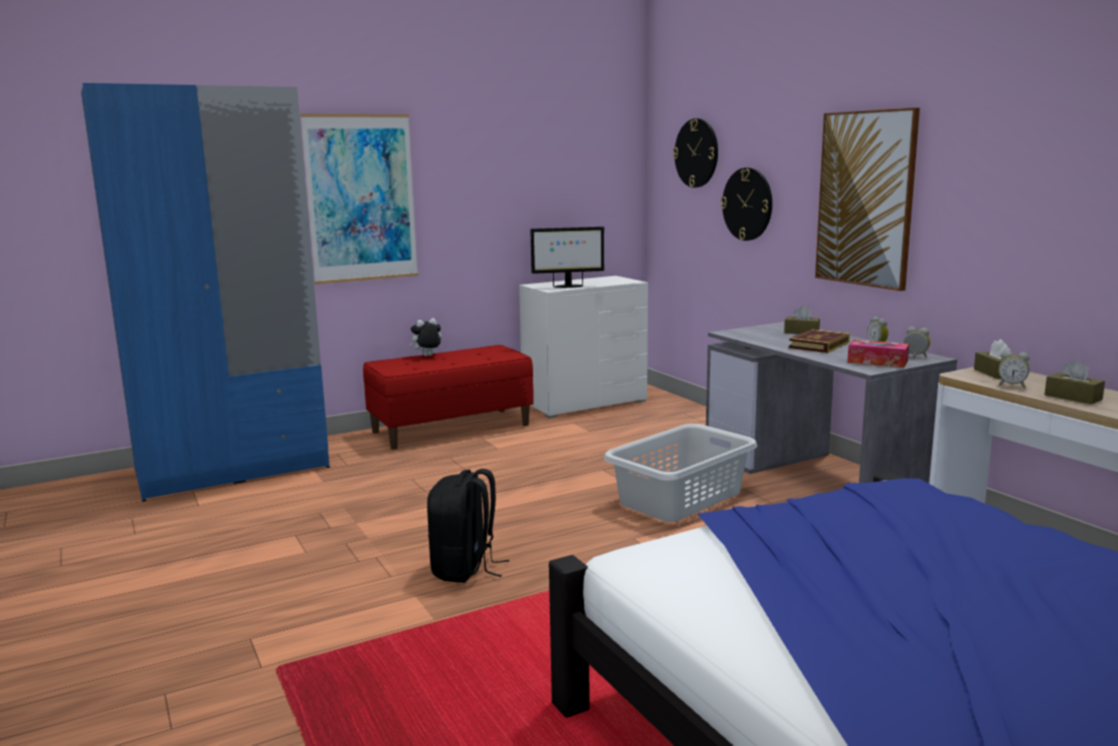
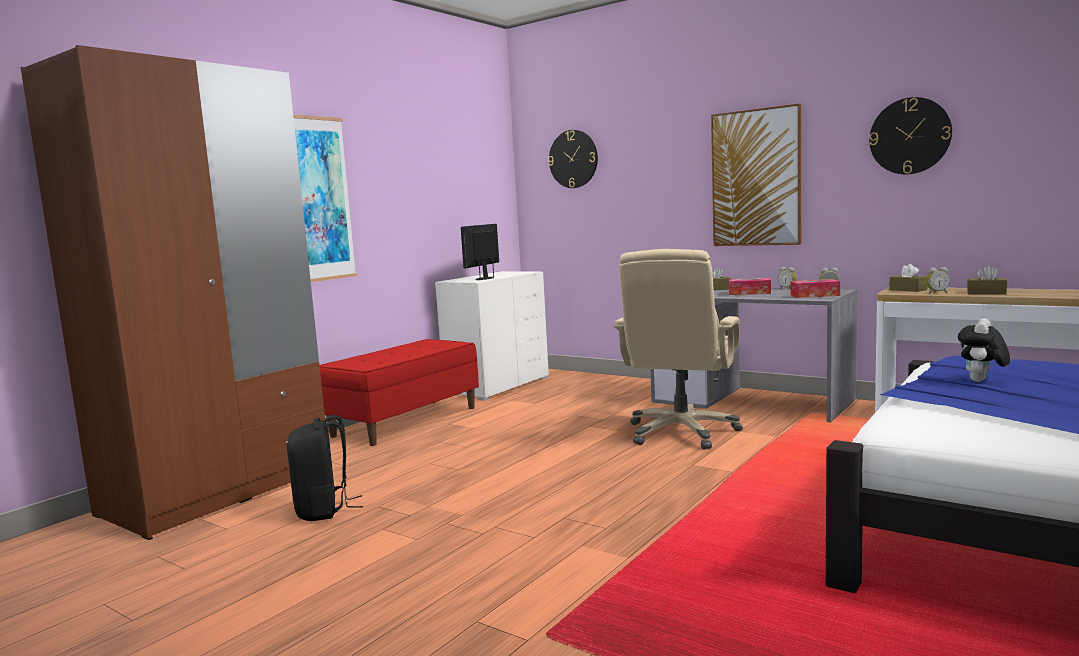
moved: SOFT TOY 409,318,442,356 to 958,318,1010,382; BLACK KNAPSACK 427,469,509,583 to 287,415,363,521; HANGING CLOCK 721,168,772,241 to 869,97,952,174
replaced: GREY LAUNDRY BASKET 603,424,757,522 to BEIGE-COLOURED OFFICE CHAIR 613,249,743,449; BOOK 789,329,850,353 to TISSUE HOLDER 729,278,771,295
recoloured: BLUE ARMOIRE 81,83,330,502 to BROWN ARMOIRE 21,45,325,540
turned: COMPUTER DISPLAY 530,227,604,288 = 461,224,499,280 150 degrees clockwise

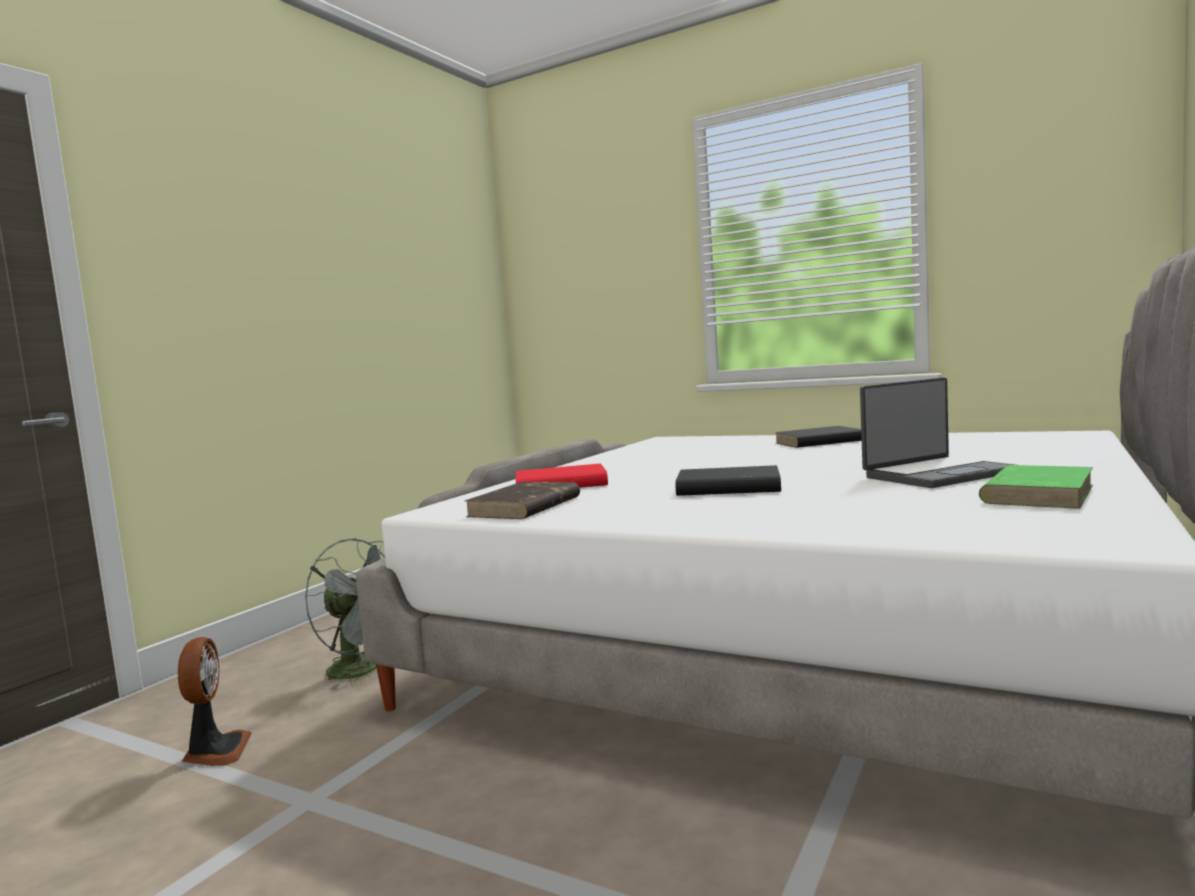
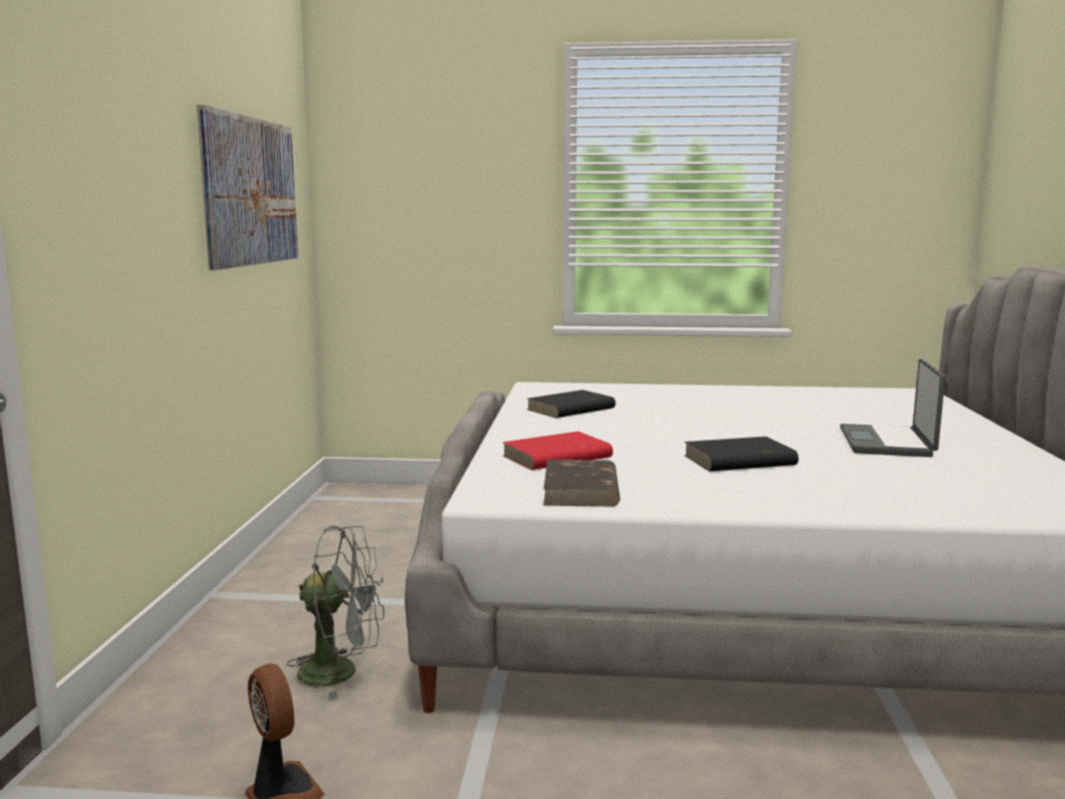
removed: GREEN-COLOURED BOOK 979,465,1093,509
added: WALL PICTURE 197,105,298,270
moved: BLACK BOOK 774,426,862,448 to 527,390,616,418
turned: NOTEBOOK COMPUTER 860,377,1016,488 = 840,359,945,457 150 degrees clockwise

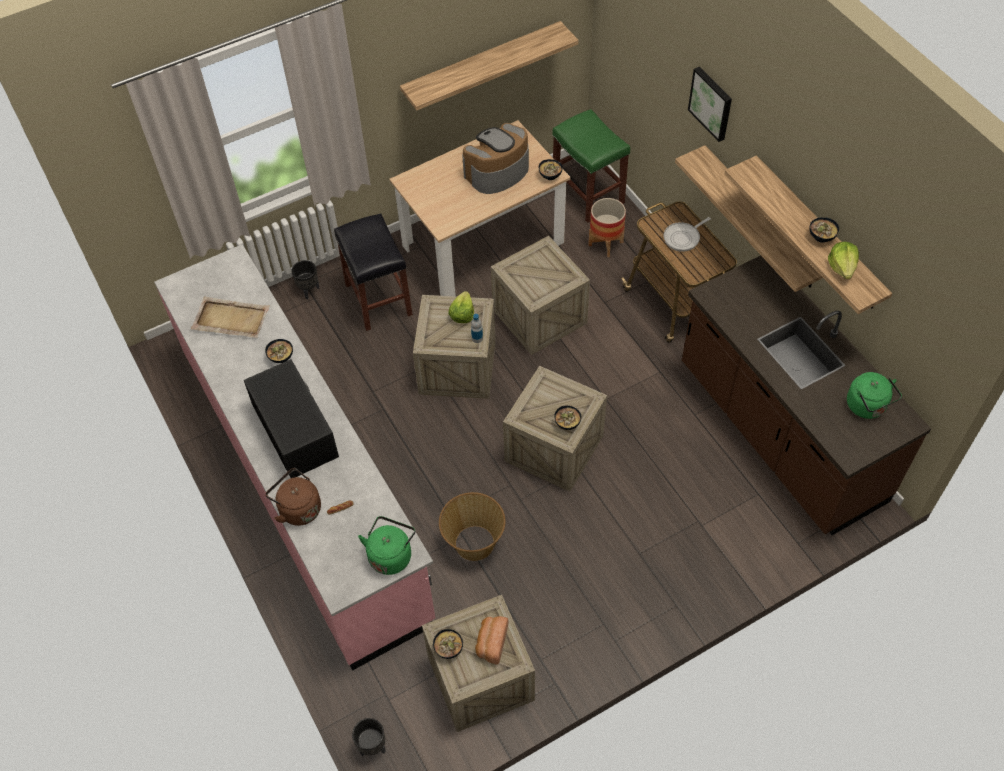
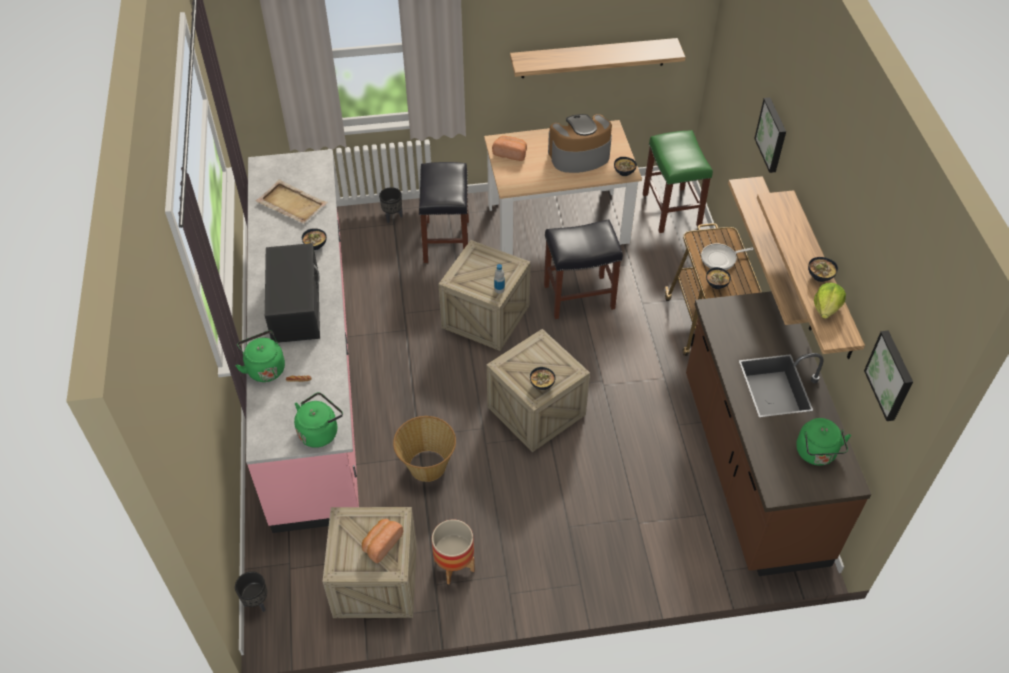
removed: HEAD OF LETTUCE 448,291,474,323
added: BREAD 492,136,527,161; WALL PICTURE 864,330,913,421
moved: DEEP DISH 433,629,463,659 to 706,267,731,289; PLANT POT 588,198,626,257 to 432,519,475,585
replaced: CRATE 491,236,590,355 to BLACK STOOL SEAT 544,219,623,319
recoloured: BROWN TEA KETTLE 265,468,321,526 to GREEN-COLOURED TEA KETTLE 235,330,285,382

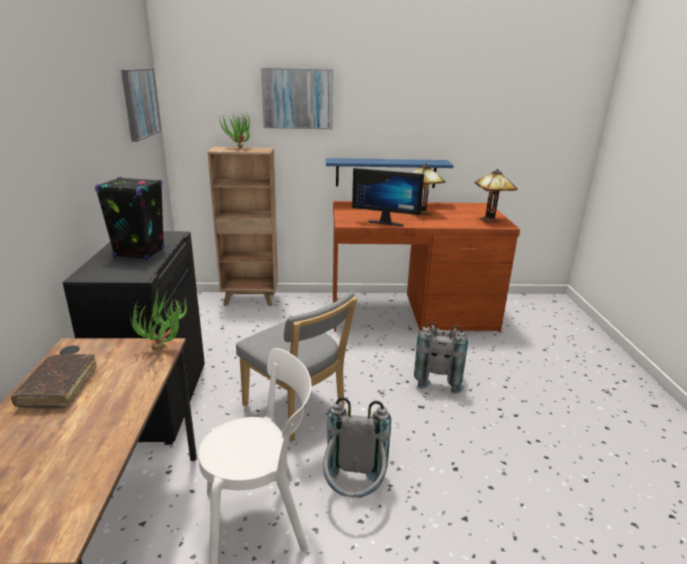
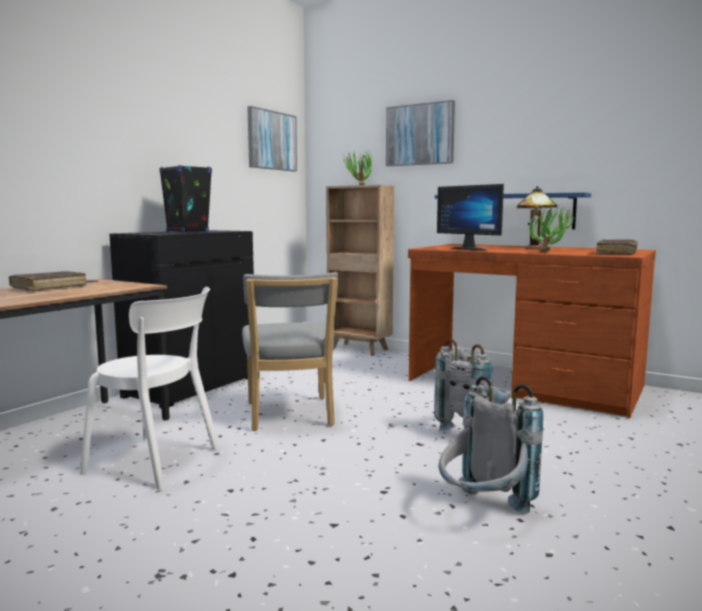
moved: PLANT IN A POT 130,288,187,350 to 528,204,574,252; GREY KNAPSACK 323,397,391,498 to 439,376,544,514
replaced: TABLETOP LAMP 475,169,517,222 to BROWN BOOK 596,239,638,255

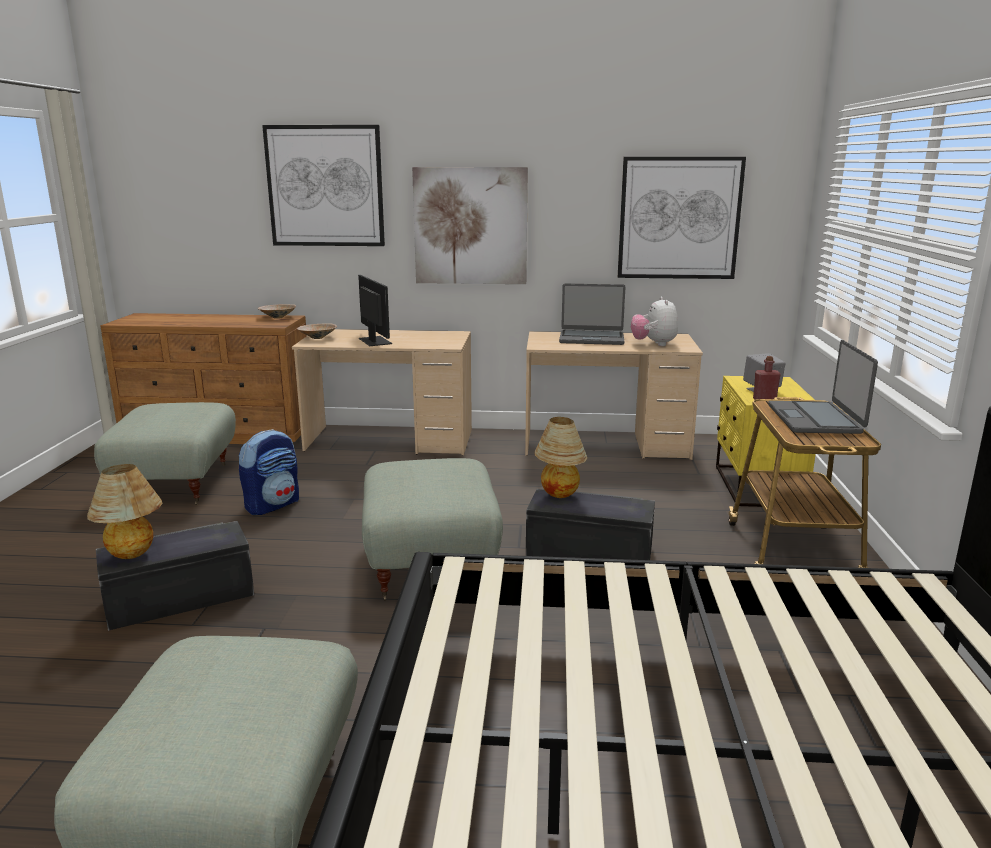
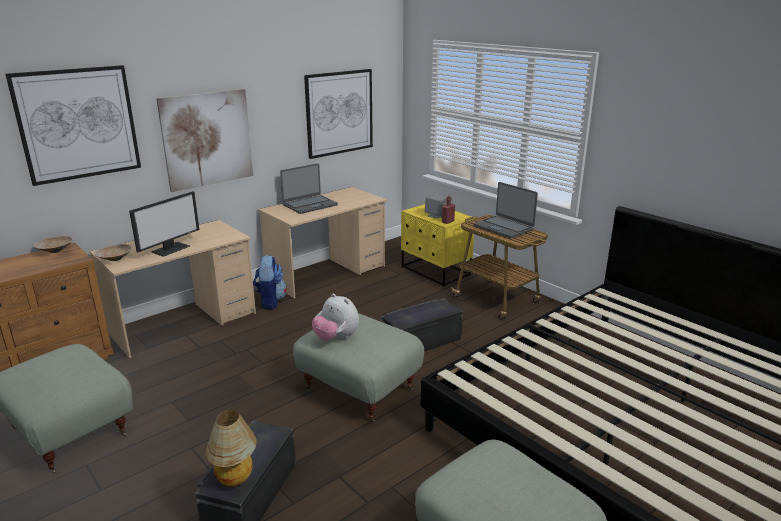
removed: TABLETOP LAMP 535,417,587,498
moved: KNAPSACK 239,429,299,515 to 253,255,287,309; SOFT TOY 631,297,678,346 to 312,293,359,341
turned: COMPUTER DISPLAY 358,275,392,346 = 129,191,199,257 105 degrees clockwise

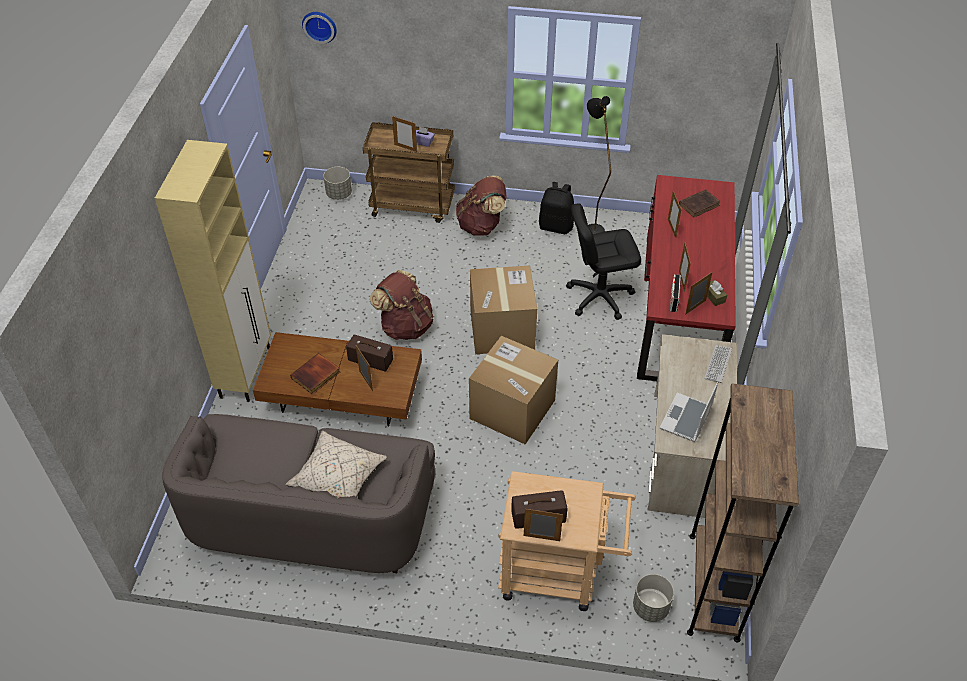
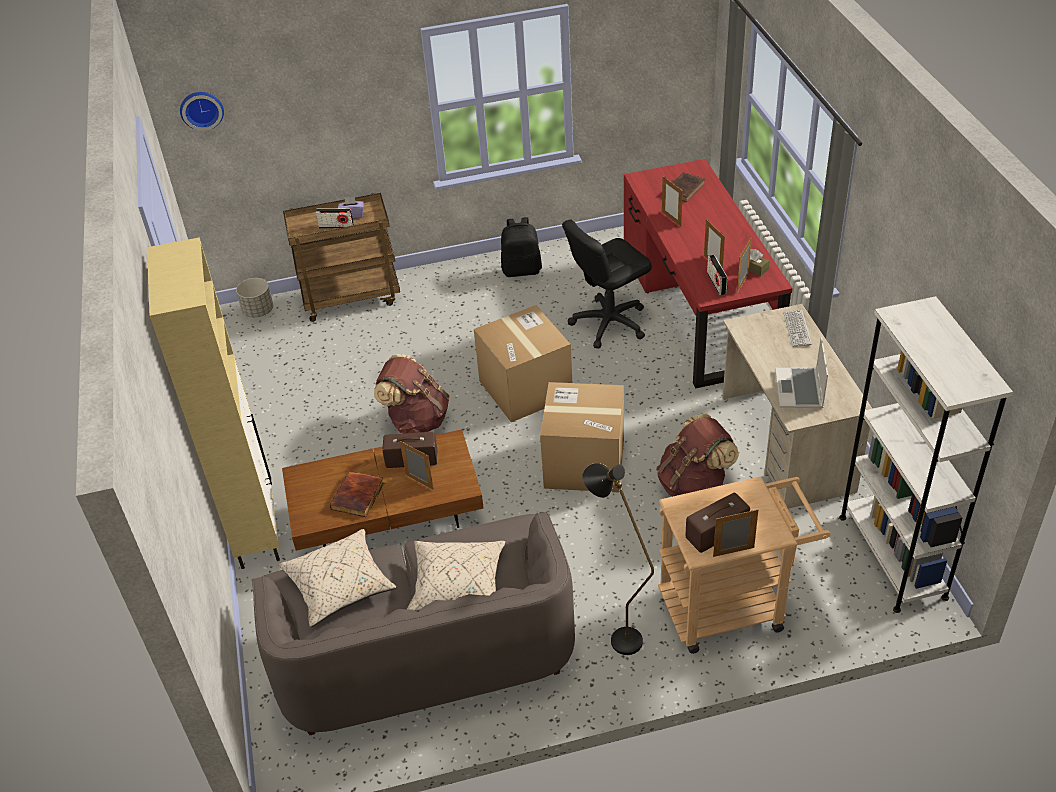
removed: GREY PLANT POT 633,574,674,622
added: BEIGE-COLOURED CUSHION 279,529,396,627
moved: BROWN KNAPSACK 456,175,507,236 to 656,414,739,497; BLACK FLOOR LAMP 587,96,611,234 to 582,463,654,655
replaced: PICTURE FRAME 392,116,417,152 to RADIO RECEIVER 315,208,354,229
recoloured: BROWN SHELVING UNIT 687,383,799,642 to WHITE-COLOURED SHELVING UNIT 839,296,1013,613

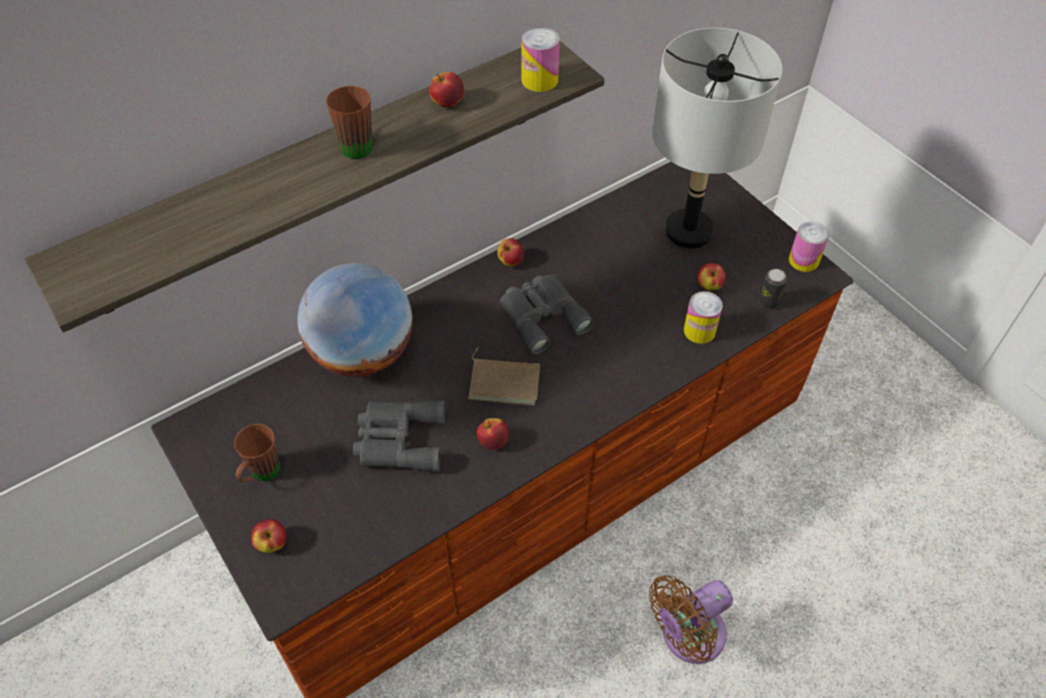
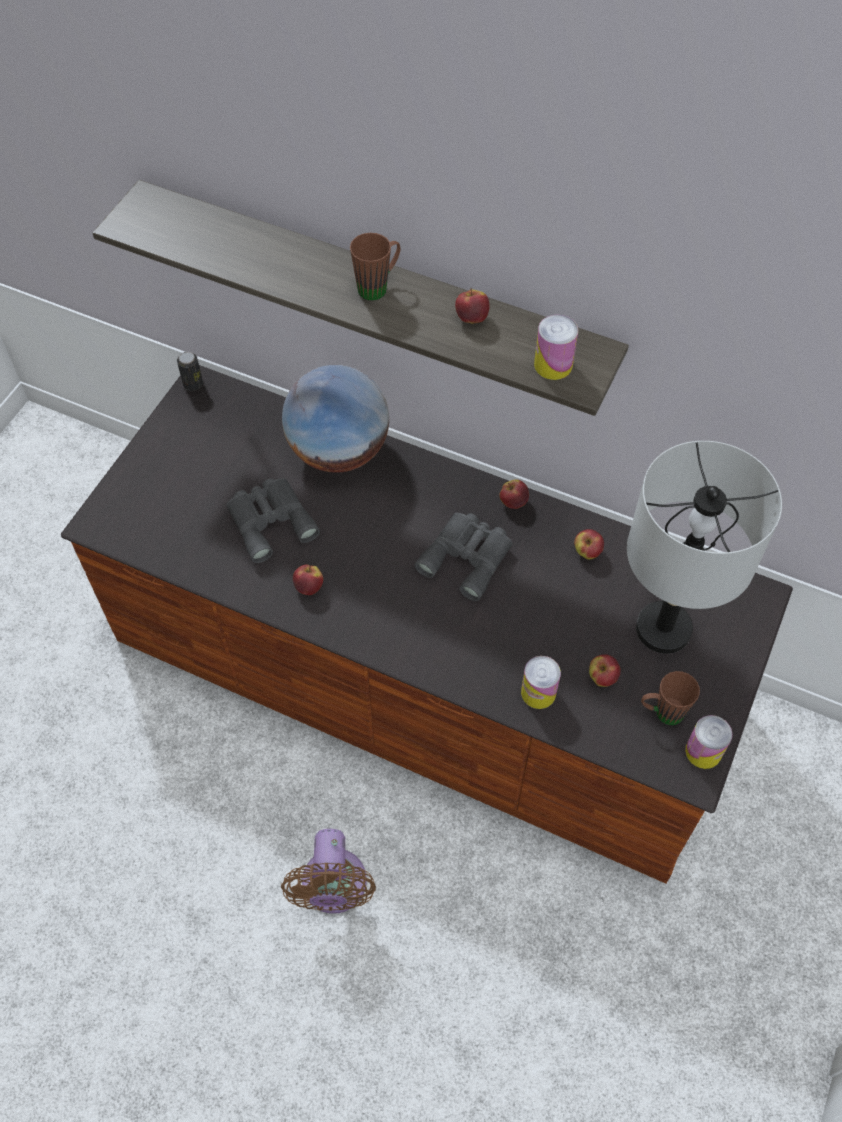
removed: BROWN BOOK 468,347,540,406
moved: BROWN MUG 234,424,281,482 to 641,671,700,725; APPLE FRUIT 251,519,286,553 to 574,529,604,560; SEALED CAN 758,269,787,309 to 177,352,203,391
turned: BROWN FAN 649,575,733,664 = 281,829,376,913 120 degrees counterclockwise

